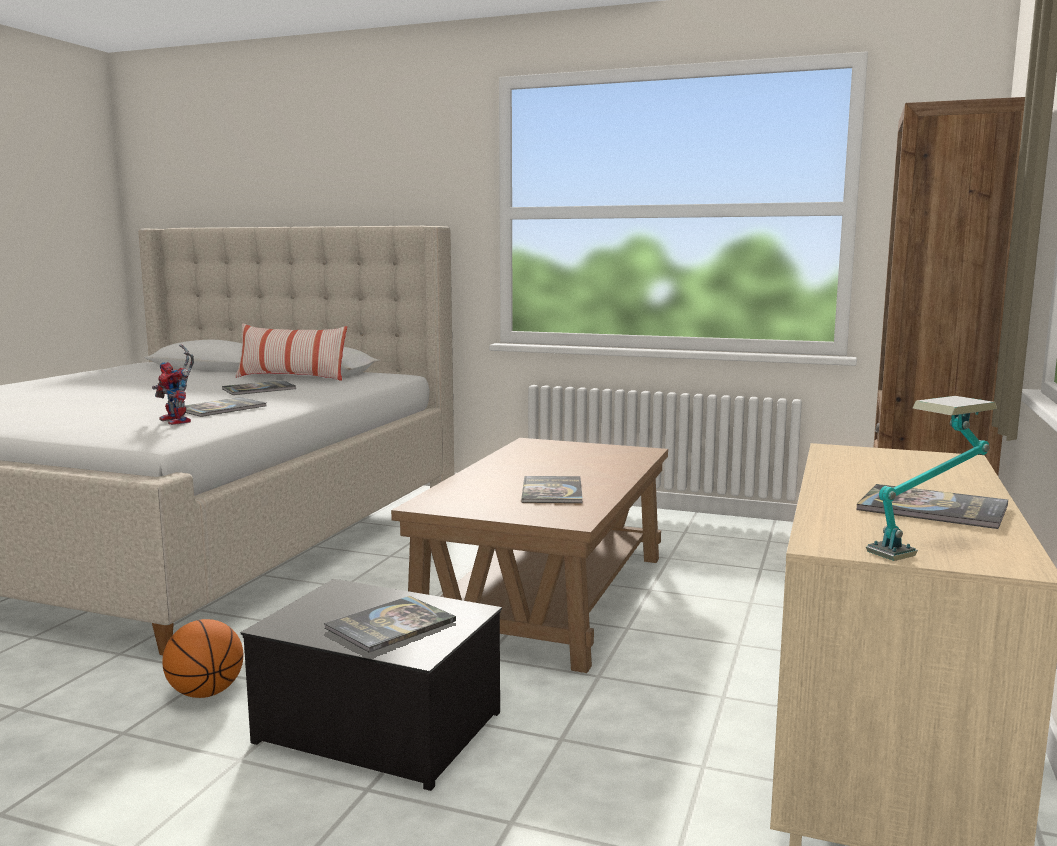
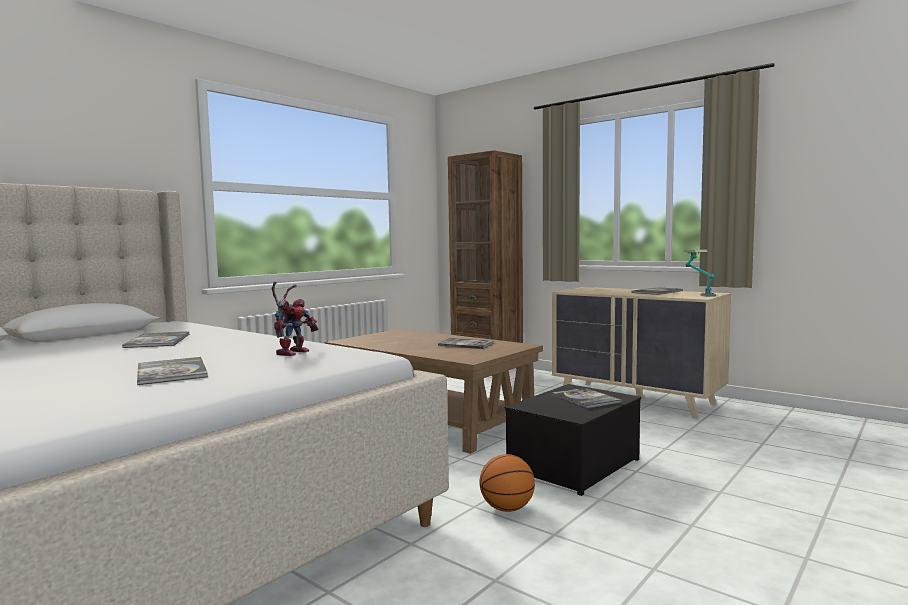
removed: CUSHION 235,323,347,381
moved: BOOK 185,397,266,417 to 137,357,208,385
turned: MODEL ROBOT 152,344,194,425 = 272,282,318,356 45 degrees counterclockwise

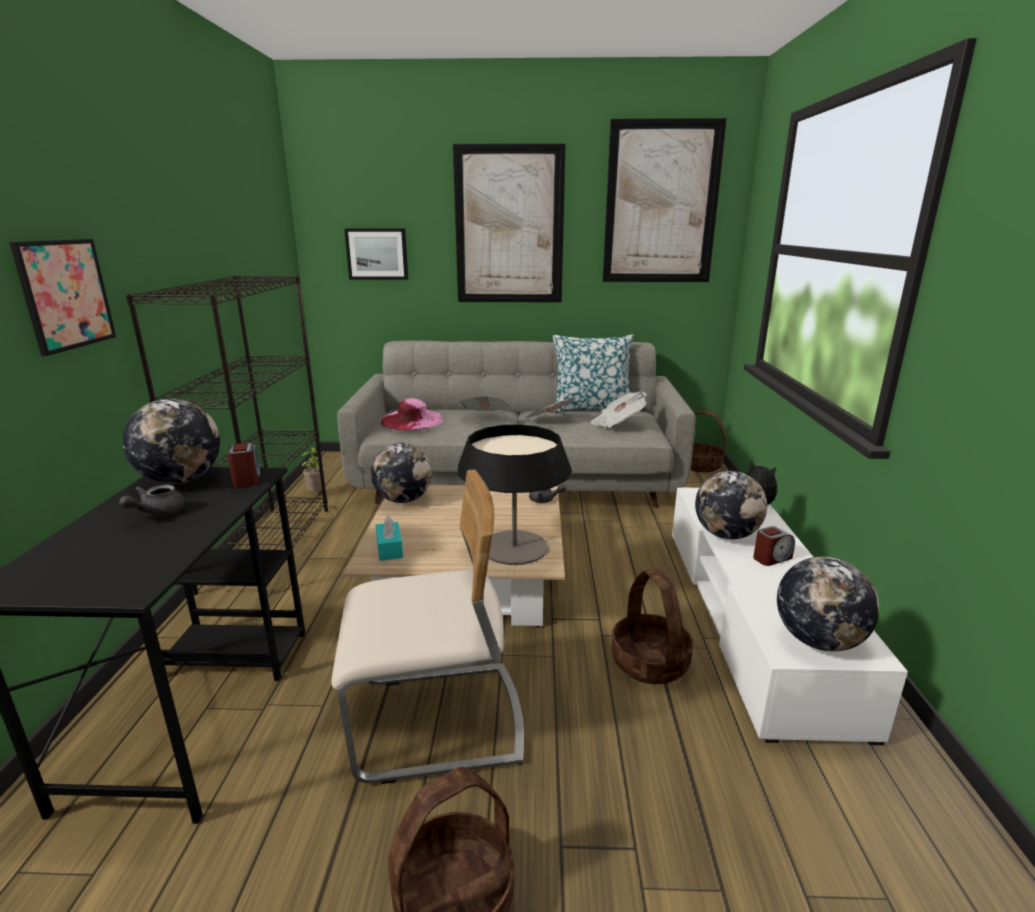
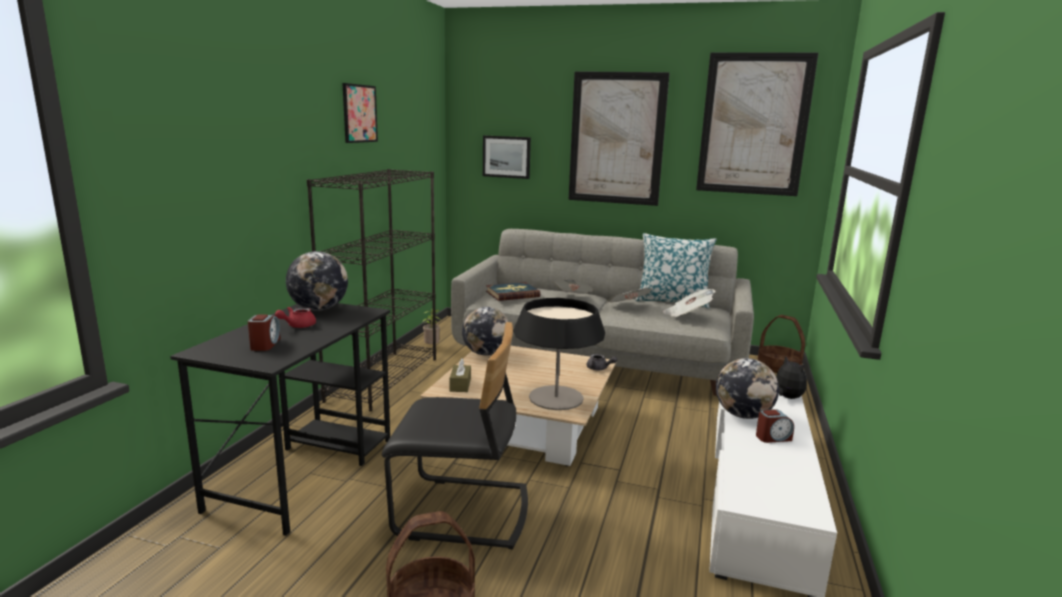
removed: STORAGE BASKET 611,568,693,684; DESK GLOBE 777,557,880,651
moved: WALL PICTURE 9,239,116,356 to 342,83,378,143; ALARM CLOCK 227,443,260,488 to 248,315,280,351
replaced: PINK-COLOURED WEARABLE HAT 381,398,443,430 to BOOK 486,282,540,301
recoloured: GREY TEAPOT 119,485,186,517 to RED TEAPOT 275,307,316,328; BEIGE-COLOURED CHAIR 332,470,524,784 to BLACK CHAIR 382,322,528,550; TURQUOISE TISSUE HOLDER 376,515,403,561 to BROWN TISSUE HOLDER 449,358,471,392

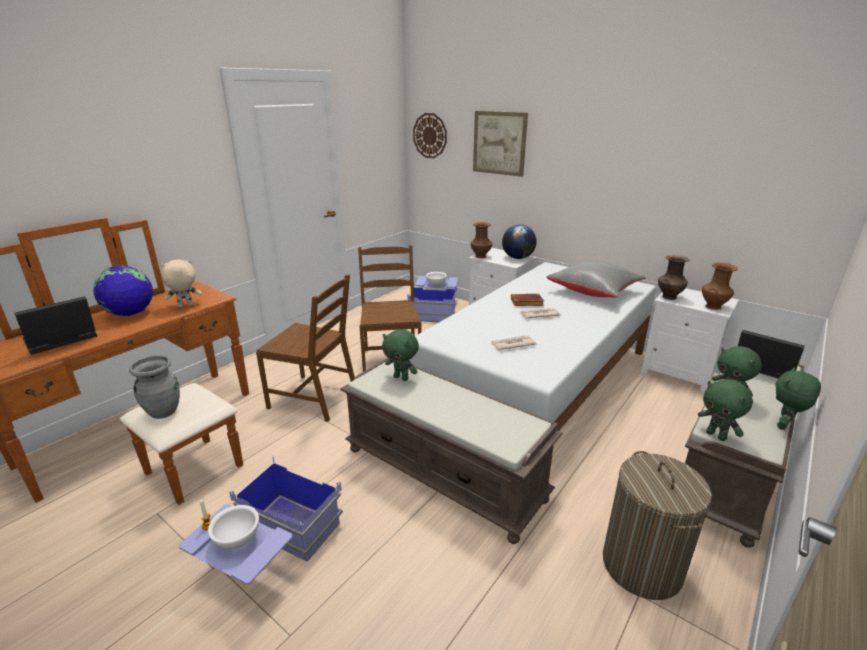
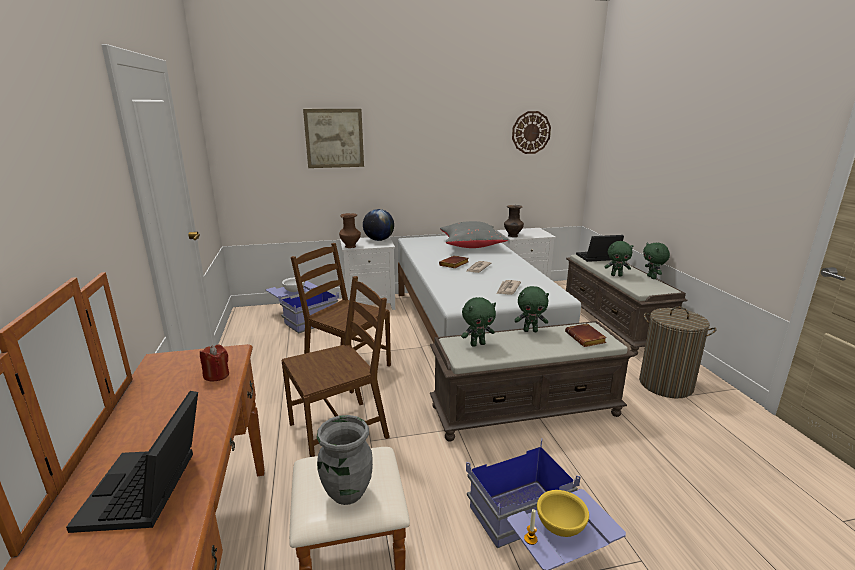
removed: DESK GLOBE 93,265,153,316; BROWN DECORATIVE VASE 702,263,738,310
added: BROWN BOOK 565,323,607,347
moved: HANGING CLOCK 413,113,447,158 to 512,111,551,154; GREEN-COLOURED SOFT TOY 698,379,753,441 to 515,286,549,332
replaced: BEIGE-COLOURED SOFT TOY 160,259,202,307 to RED WAX CANDLE 200,344,229,382
recoloured: WHITE-COLOURED DEEP DISH 208,505,259,549 to YELLOW-COLOURED DEEP DISH 537,490,589,537

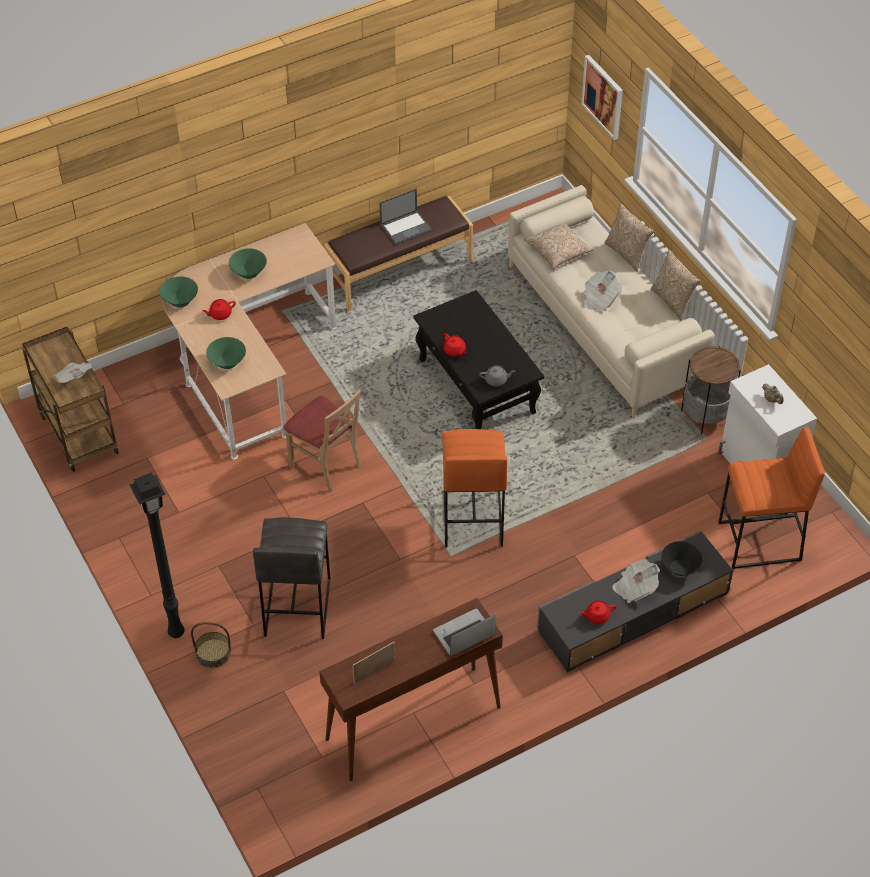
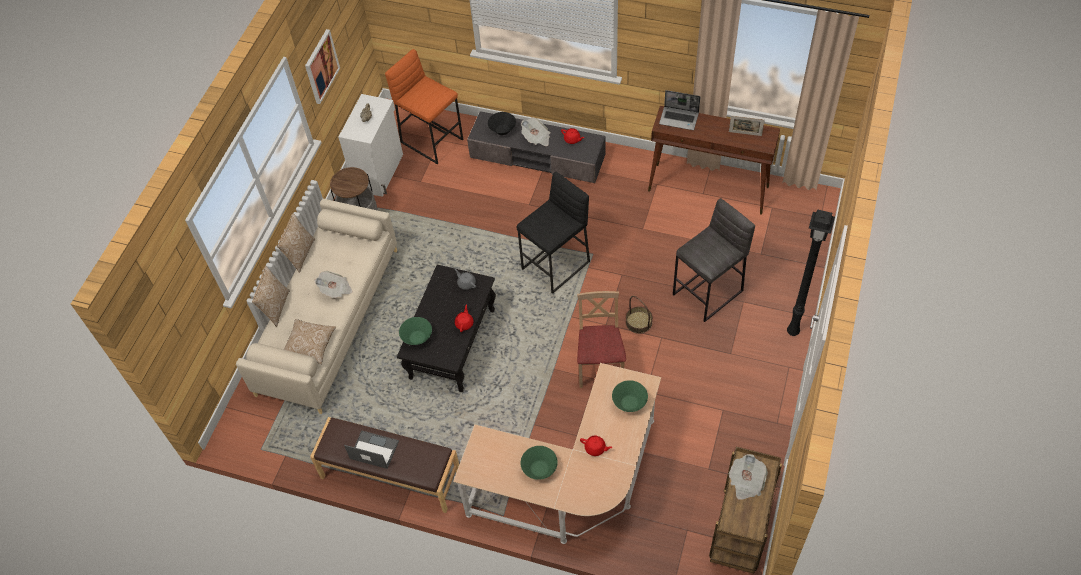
moved: GREEN-COLOURED DEEP DISH 160,276,198,307 to 399,317,432,345; STORAGE BASKET 191,622,231,668 to 626,296,653,334; WALL PICTURE 581,55,623,140 to 305,29,340,104
recoloured: ORANGE STOOL SEAT 442,429,507,547 to BLACK STOOL SEAT 517,172,590,294

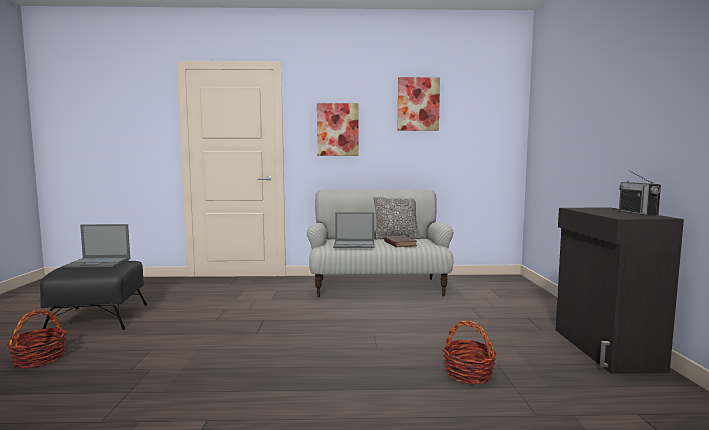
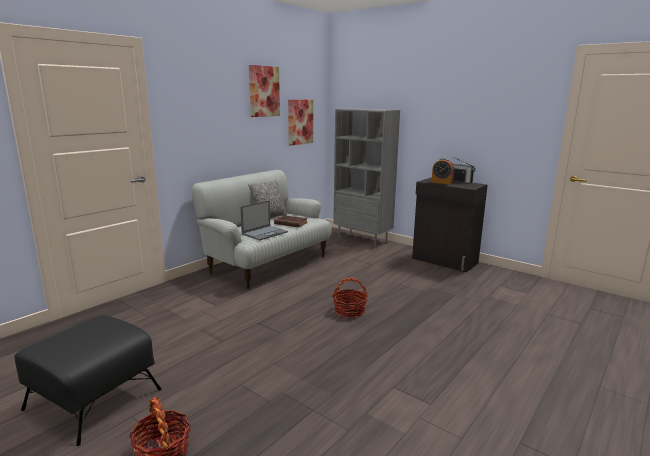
removed: NOTEBOOK COMPUTER 62,224,130,268
added: GREY SHELVING UNIT 333,108,400,247; ALARM CLOCK 431,158,454,185
moved: WALL PICTURE 317,103,358,156 to 288,100,313,146; STORAGE BASKET 442,321,496,384 to 332,277,368,318

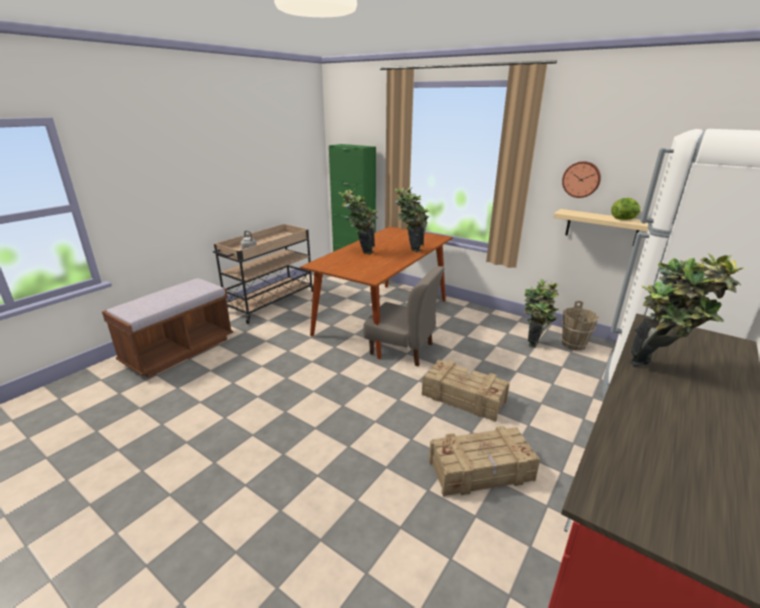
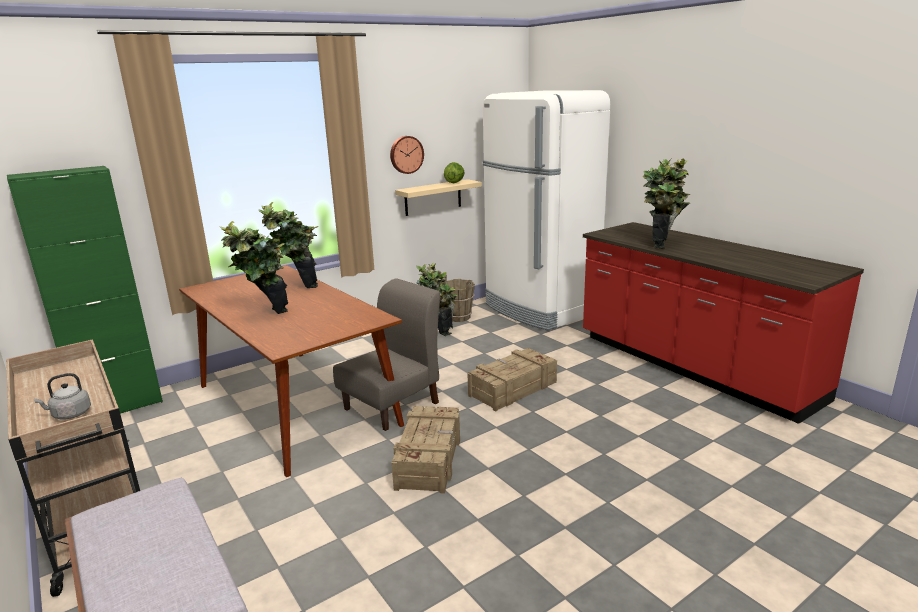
moved: CRATE 429,426,540,497 to 391,406,460,494

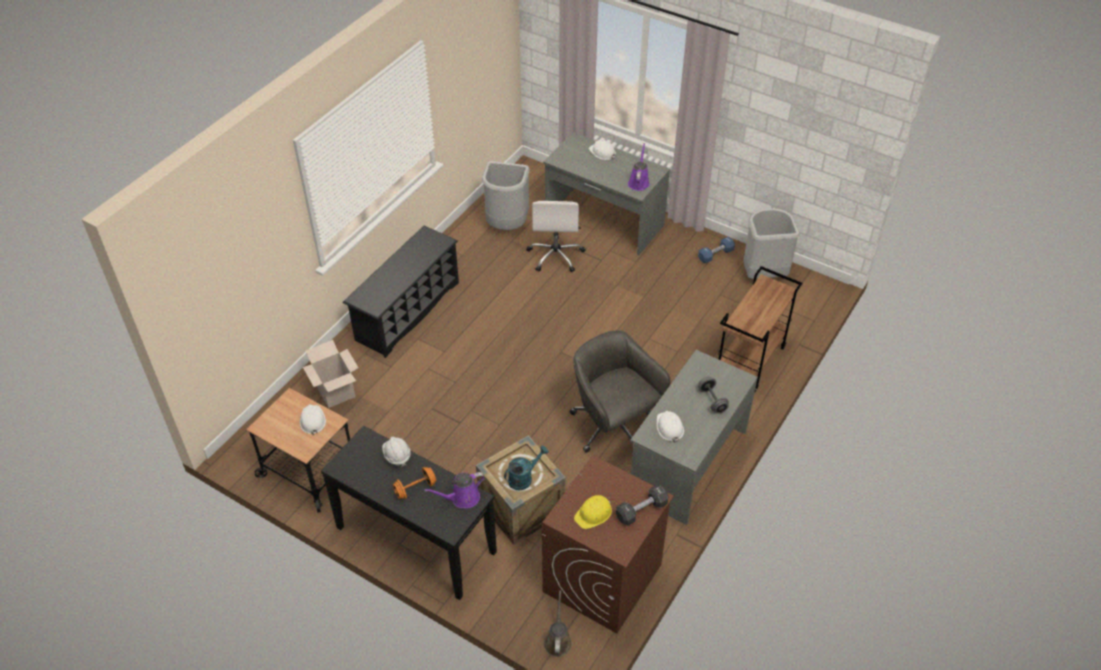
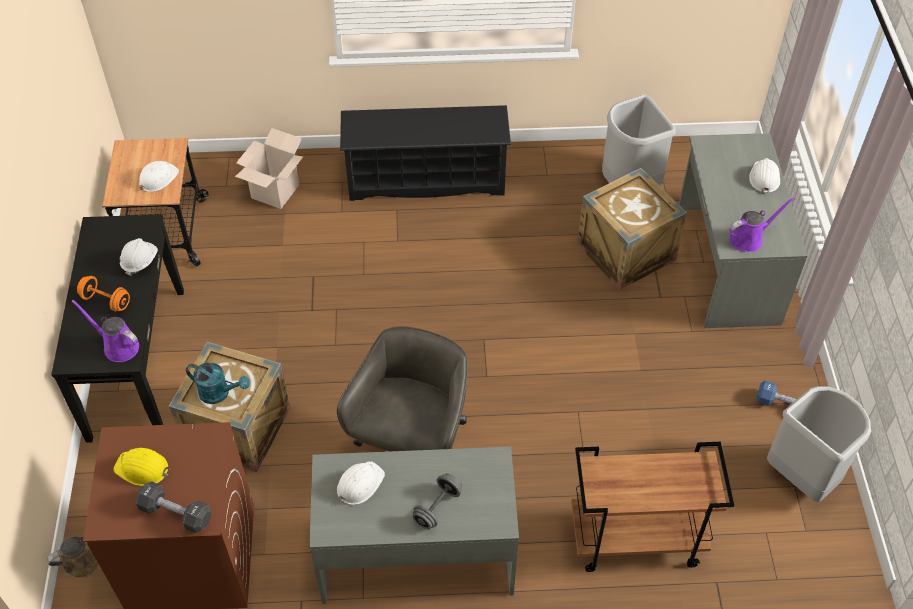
replaced: WHITE-COLOURED OFFICE CHAIR 526,201,586,272 to CRATE 577,168,687,290

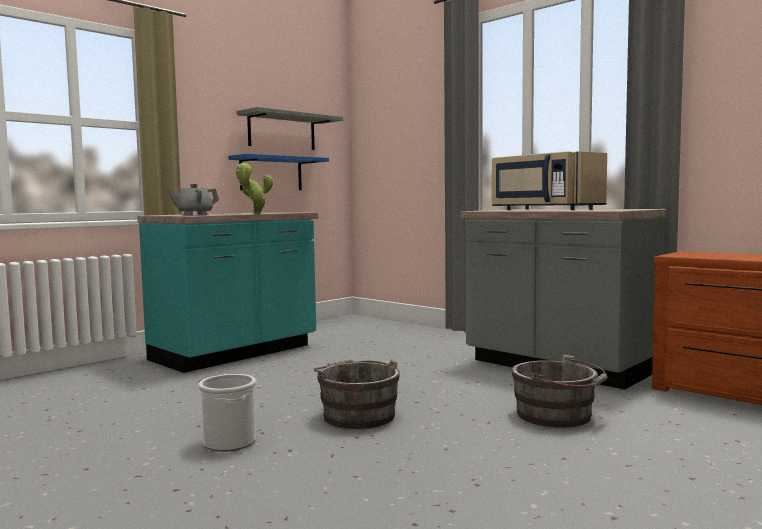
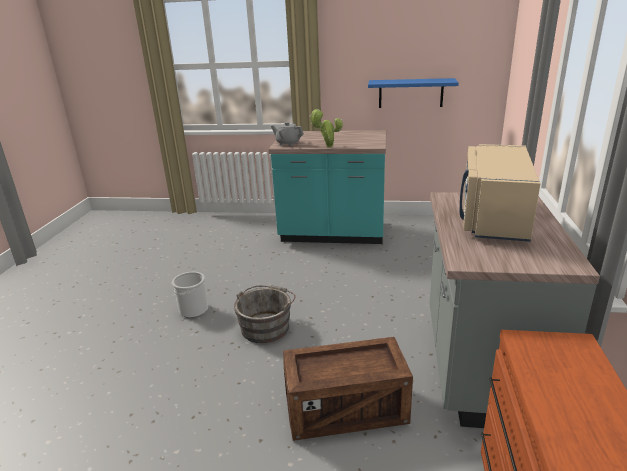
removed: GREY WALL SHELF 237,107,343,150
replaced: GREY WATER BUCKET 512,355,607,428 to CRATE 283,337,413,441

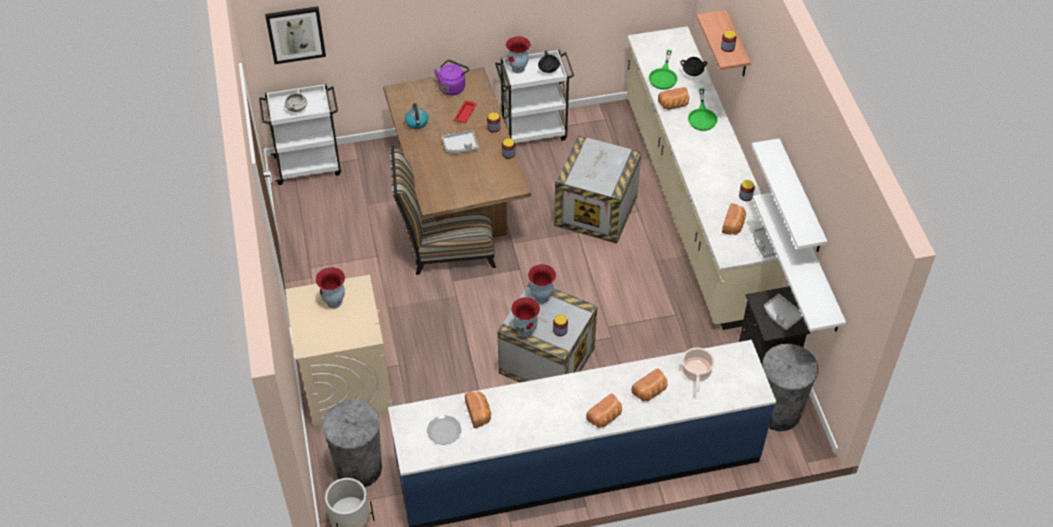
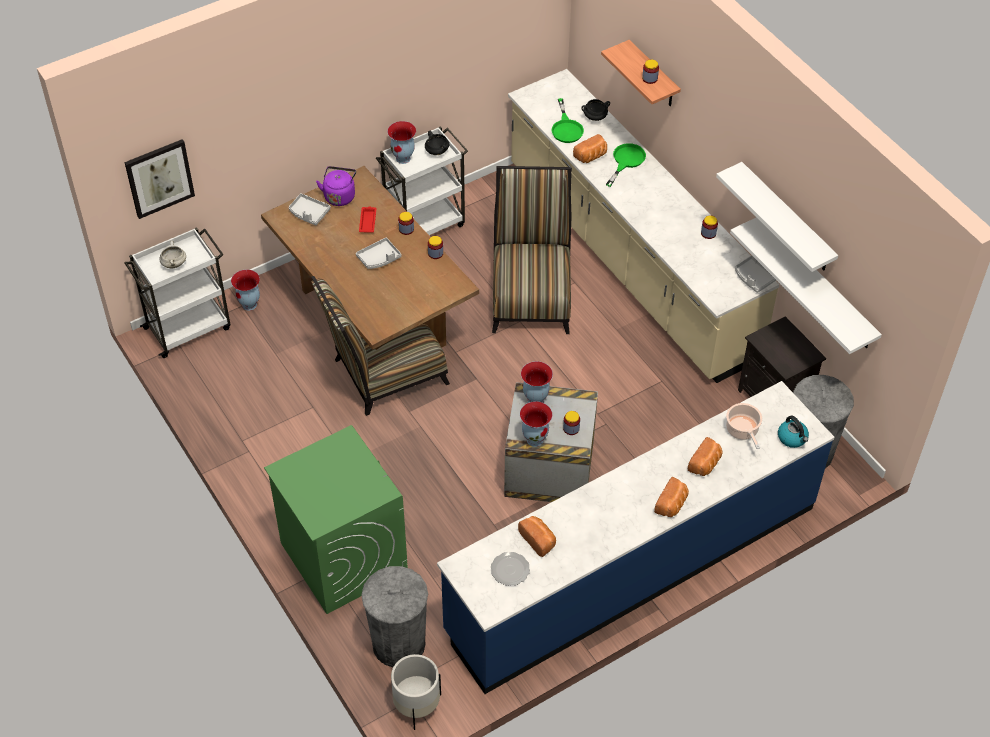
removed: BREAD 722,203,746,235
moved: DECORATIVE VASE 315,267,345,308 to 231,269,260,311; TEA KETTLE 405,103,428,129 to 778,416,809,448; GREY CARRYING TRAY 764,294,803,330 to 289,193,331,225
replaced: CRATE 554,135,641,244 to CHAIR 492,166,572,334
recoloured: BEIGE-COLOURED LAUNDRY MACHINE 285,275,392,426 to GREEN-COLOURED LAUNDRY MACHINE 264,425,408,614
turned: GREEN-COLOURED PAN 688,88,718,131 = 606,143,646,187 135 degrees counterclockwise

